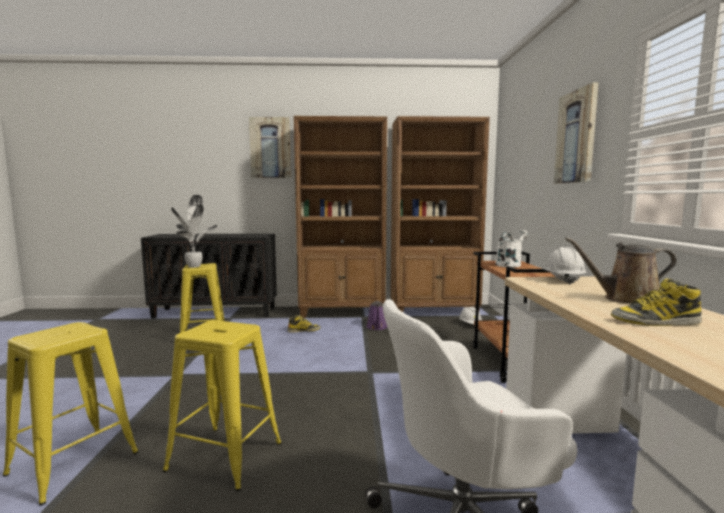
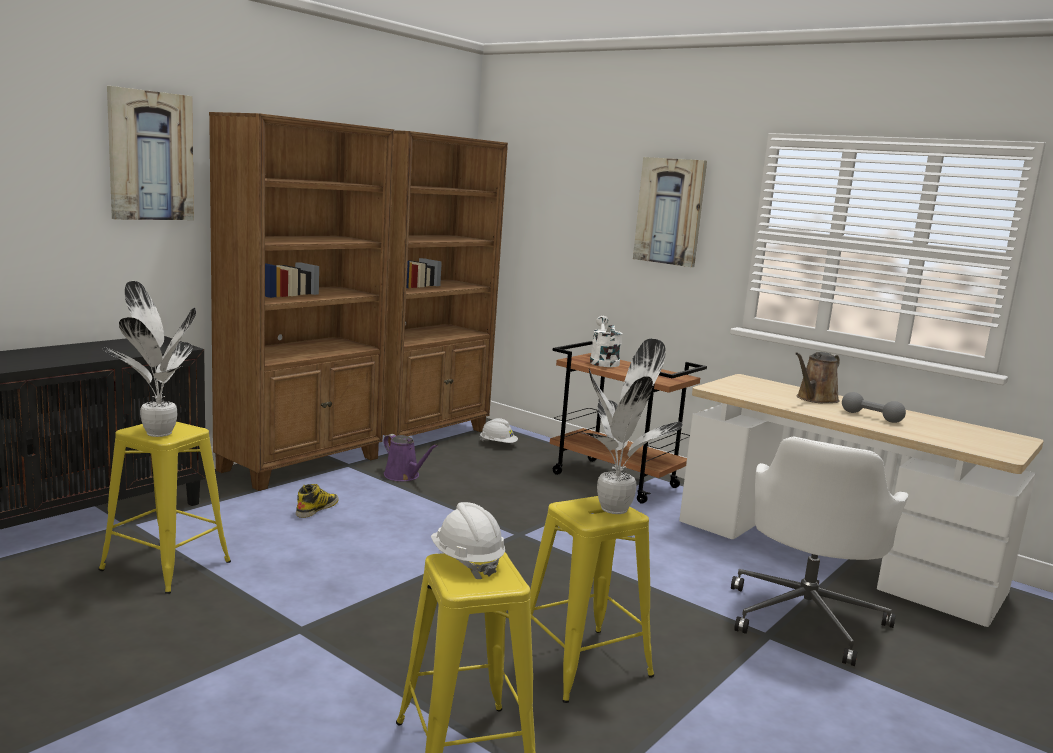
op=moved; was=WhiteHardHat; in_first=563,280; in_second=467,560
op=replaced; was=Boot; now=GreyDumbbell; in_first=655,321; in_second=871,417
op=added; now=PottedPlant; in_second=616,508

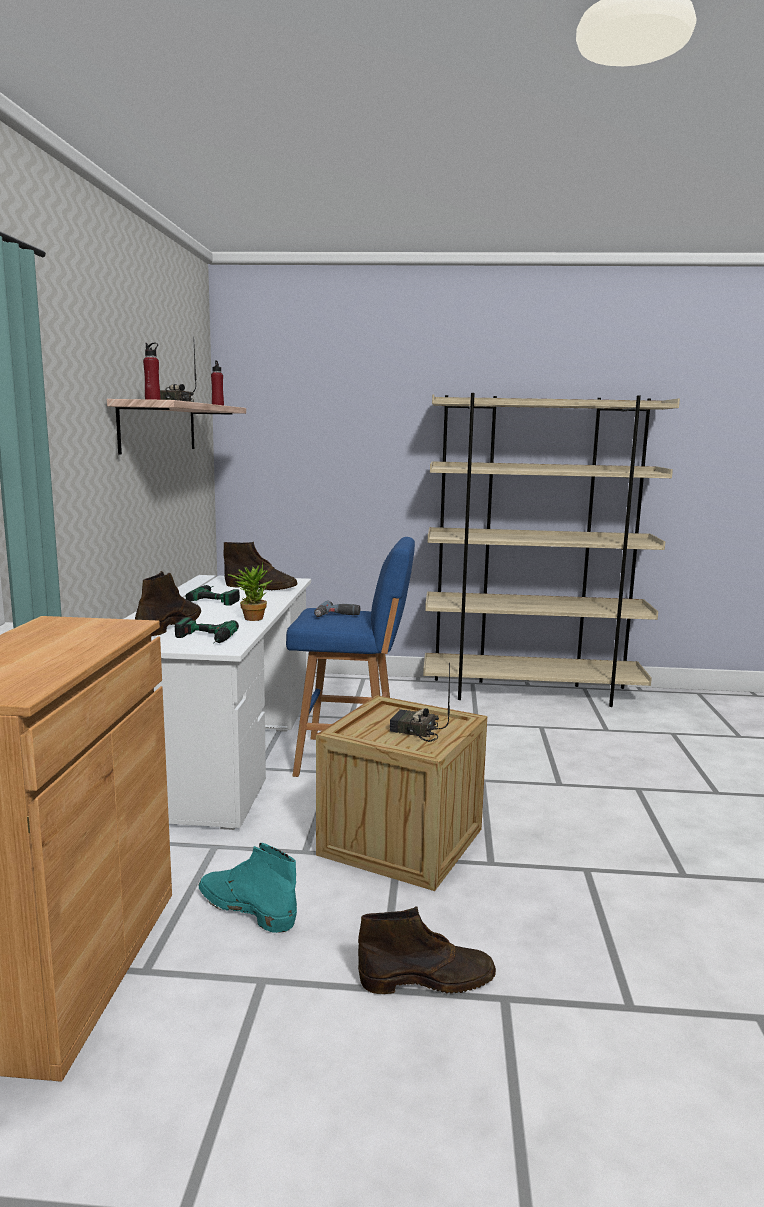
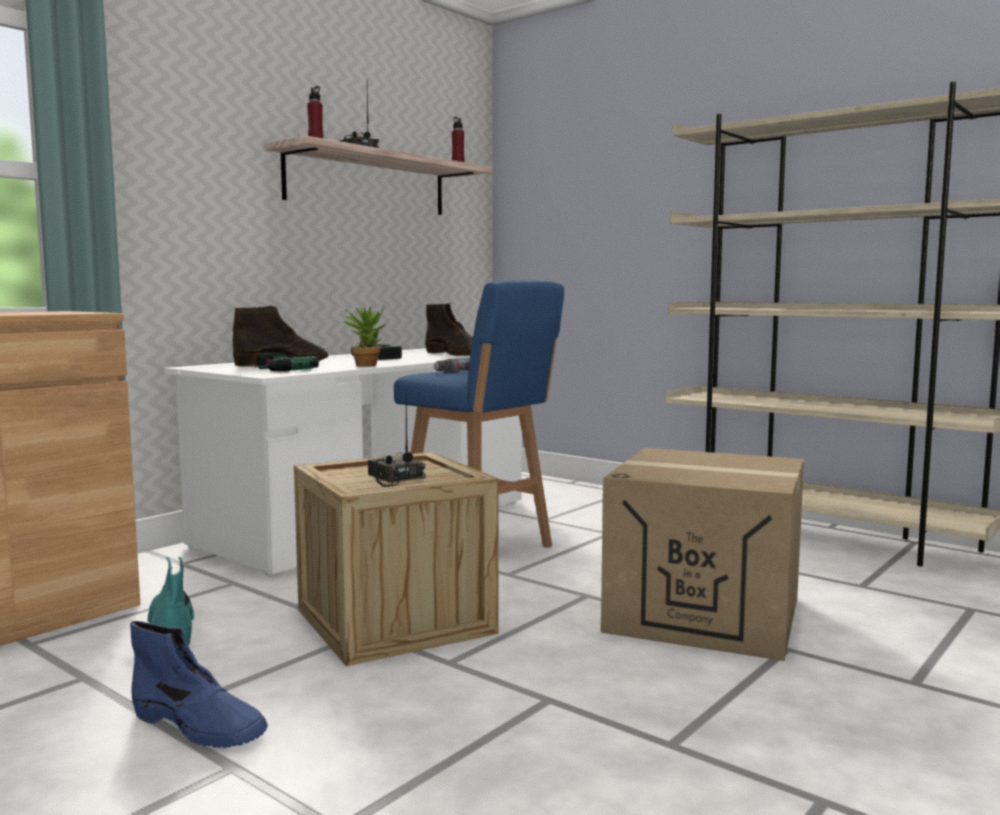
op=recoloured; was=BrownBoot; now=BlueBoot; in_first=428,980; in_second=199,726
op=added; now=CardboardBox; in_second=704,614

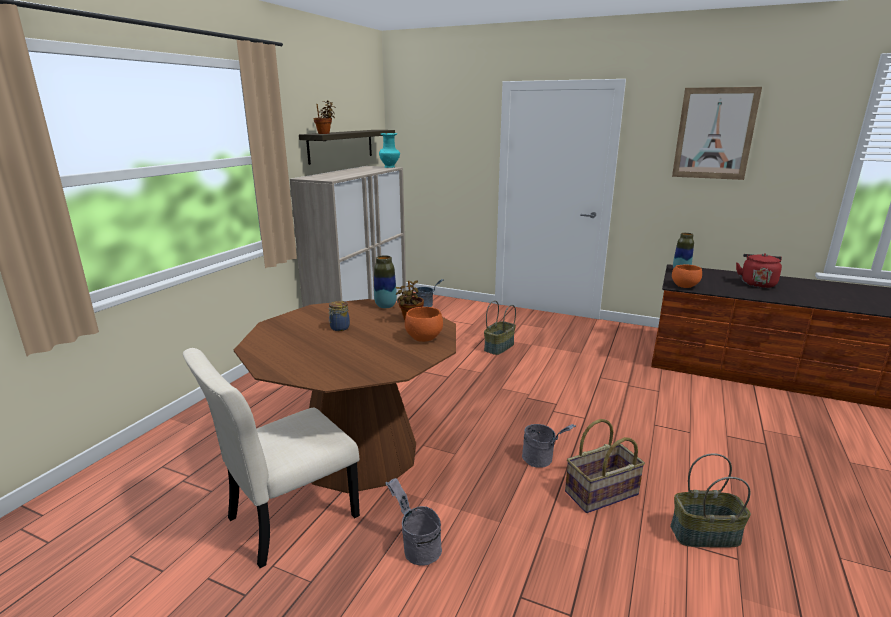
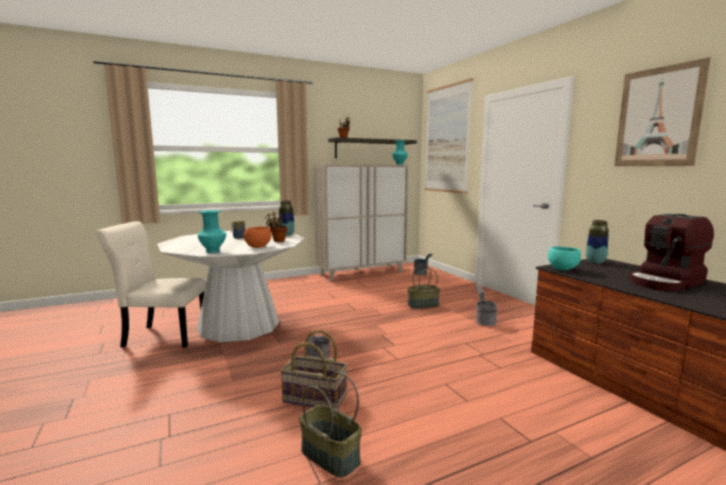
op=replaced; was=RedKettle; now=CoffeeMachine; in_first=757,283; in_second=666,282
op=recoloured; was=OrangeBowl; now=TurquoiseBowl; in_first=684,286; in_second=562,269
op=recoloured; was=BrownDiningTable; now=WhiteDiningTable; in_first=359,453; in_second=239,325
op=moved; was=GreyBucket; in_first=417,547; in_second=484,321
op=added; now=Picture; in_second=447,139
op=added; now=TurquoiseVase; in_second=213,251

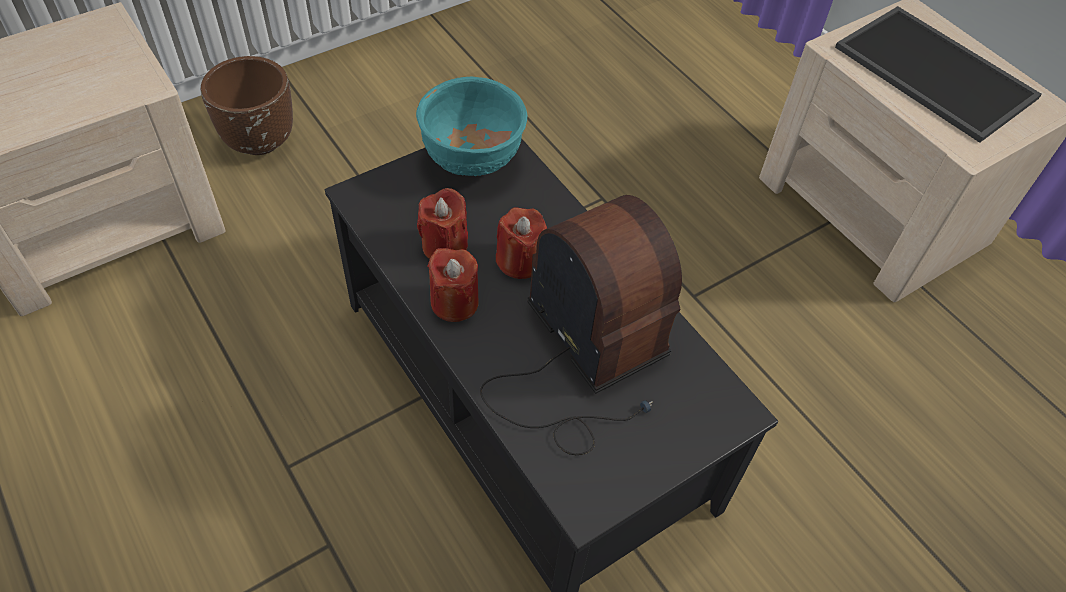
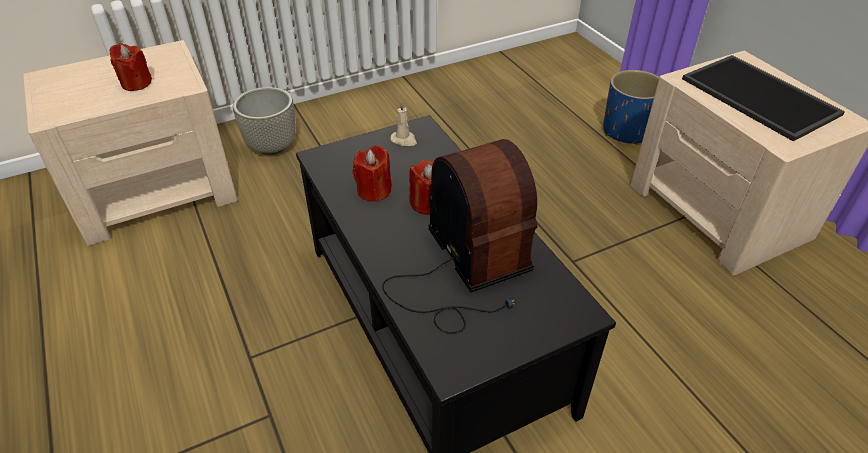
op=recoloured; was=BrownPlanter; now=GreyPlanter; in_first=259,141; in_second=272,146
op=replaced; was=TurquoiseBowl; now=BeigeCandle; in_first=473,160; in_second=404,140
op=moved; was=RedCandle; in_first=454,302; in_second=136,83
op=added; now=BluePlanter; in_second=627,131

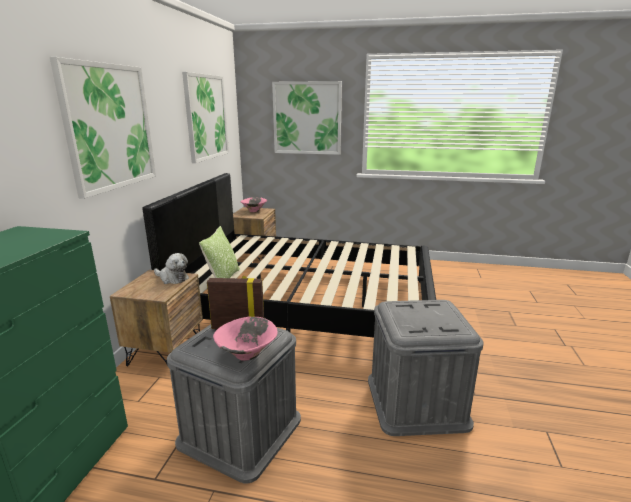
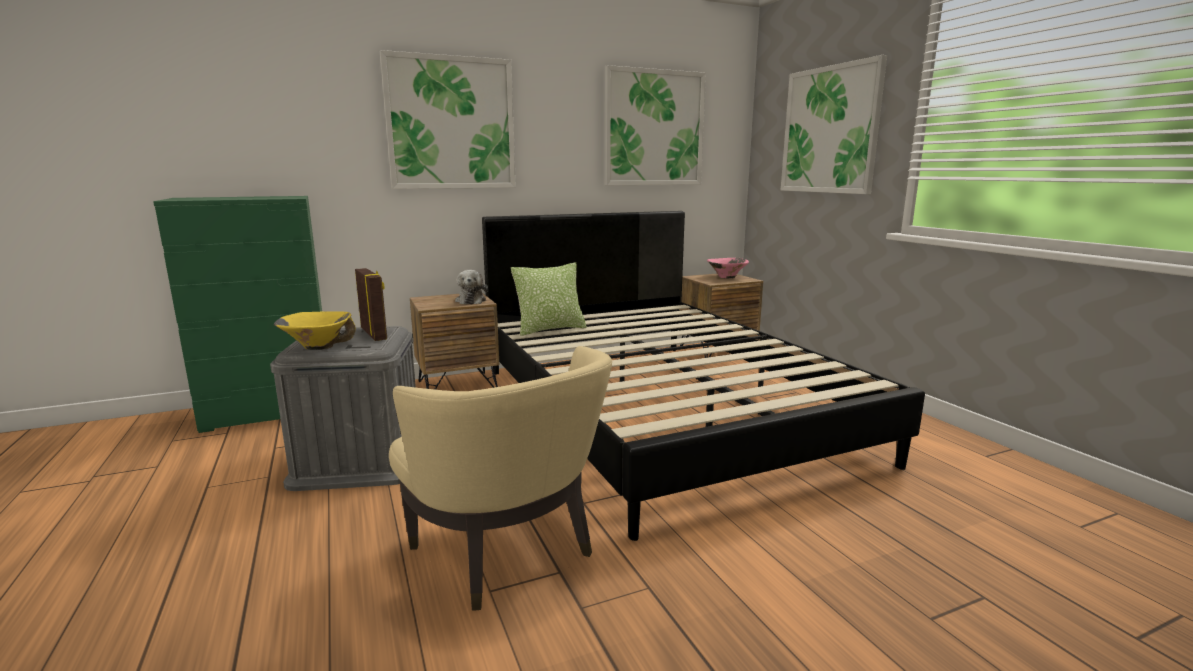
op=replaced; was=GreyStorageBox; now=BeigeArmchair; in_first=416,401; in_second=507,553
op=recoloured; was=PinkBowl; now=YellowBowl; in_first=246,355; in_second=318,347

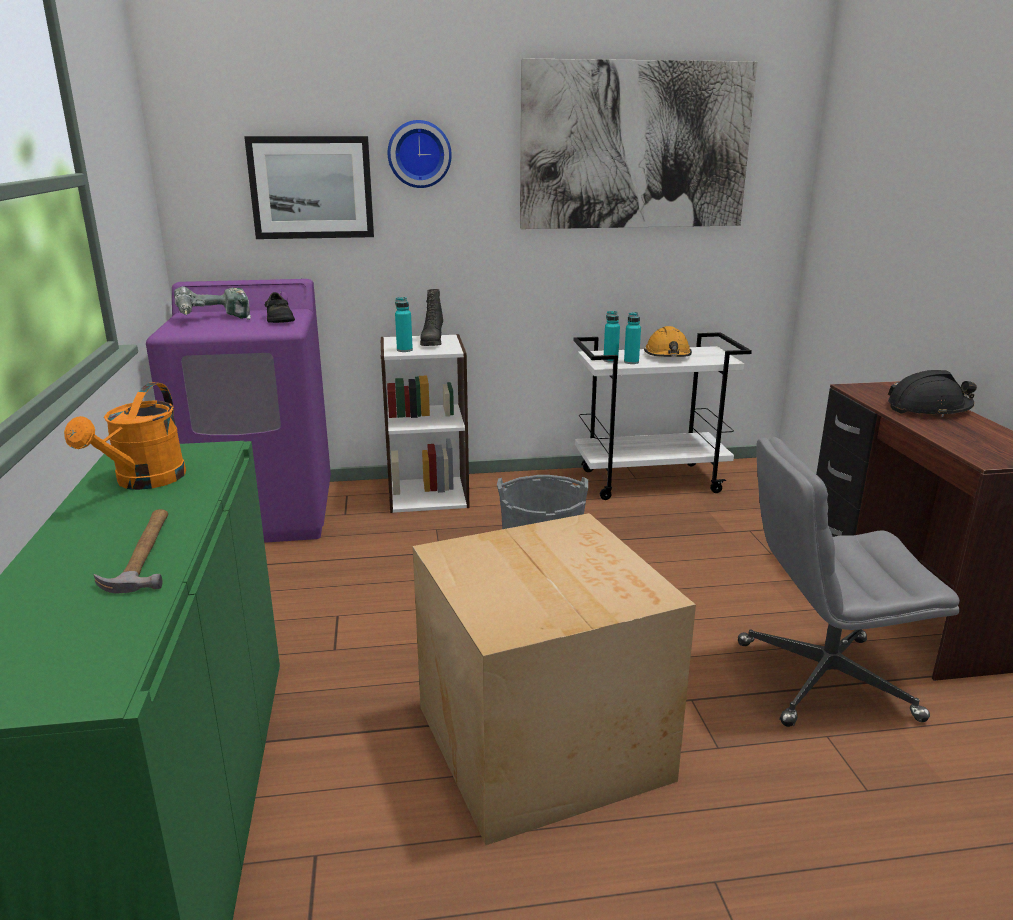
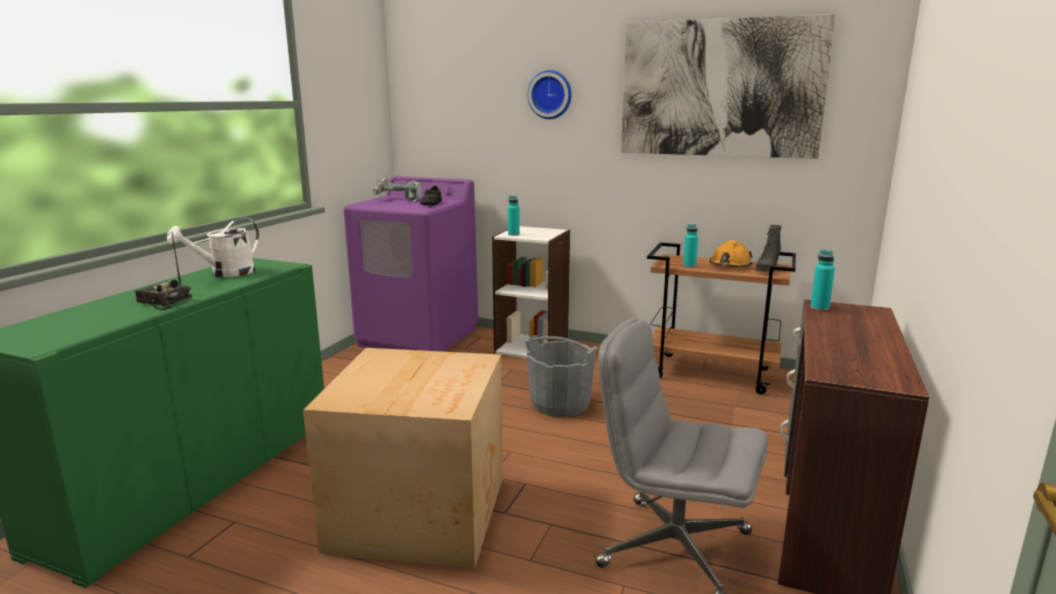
op=removed; was=Picture; in_first=311,187
op=moved; was=BlackBoot; in_first=432,342; in_second=767,269
op=moved; was=TurquoiseBottle; in_first=610,360; in_second=819,308
op=recoloured; was=WhiteCart; now=BrownCart; in_first=651,481; in_second=712,373
op=removed; was=BlackHardHat; in_first=928,409
op=recoloured; was=OrangeWateringCan; now=WhiteWateringCan; in_first=144,482; in_second=225,274
op=replaced; was=Hammer; now=Radio; in_first=144,553; in_second=163,302

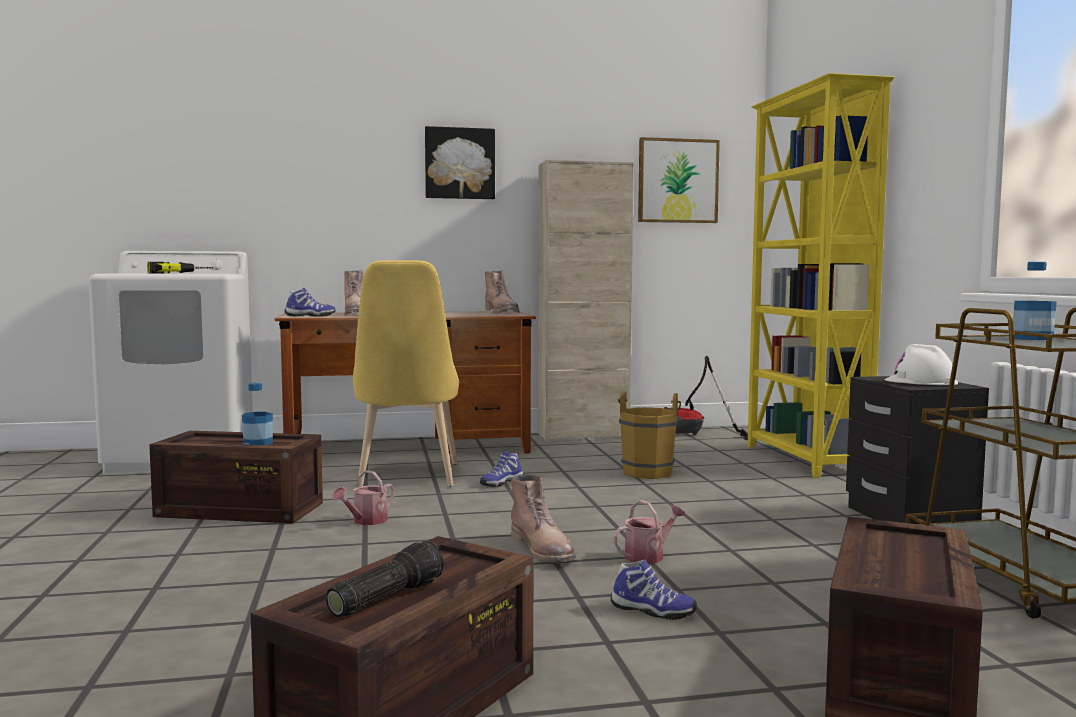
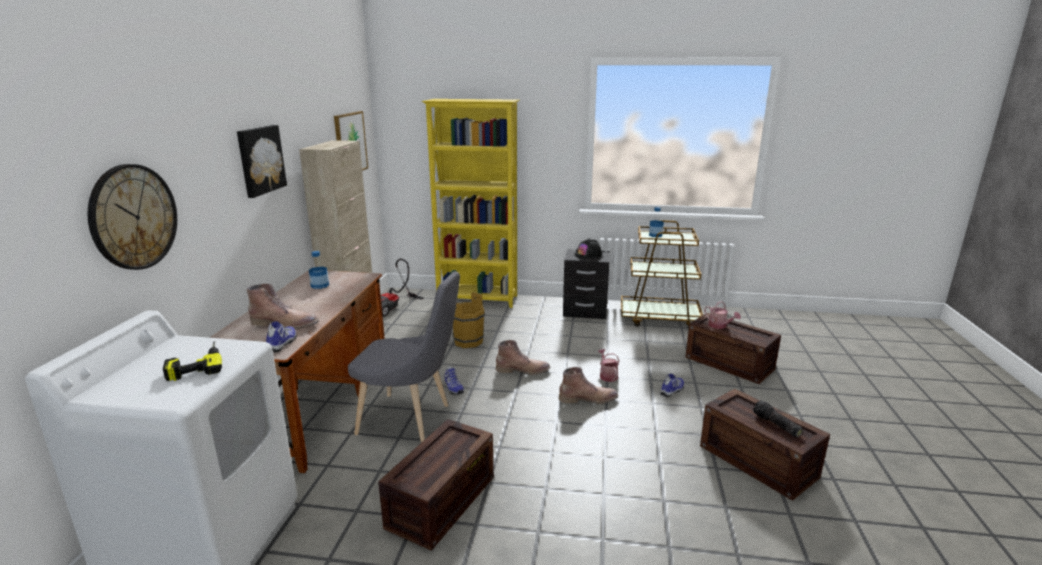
op=recoloured; was=YellowChair; now=GreyChair; in_first=406,478; in_second=410,420
op=moved; was=BrownBoot; in_first=502,313; in_second=523,370
op=recoloured; was=WhiteHardHat; now=BlackHardHat; in_first=921,381; in_second=588,254
op=moved; was=Bottle; in_first=258,443; in_second=320,285
op=moved; was=WateringCan; in_first=366,521; in_second=719,326
op=added; now=WallClock; in_second=133,217

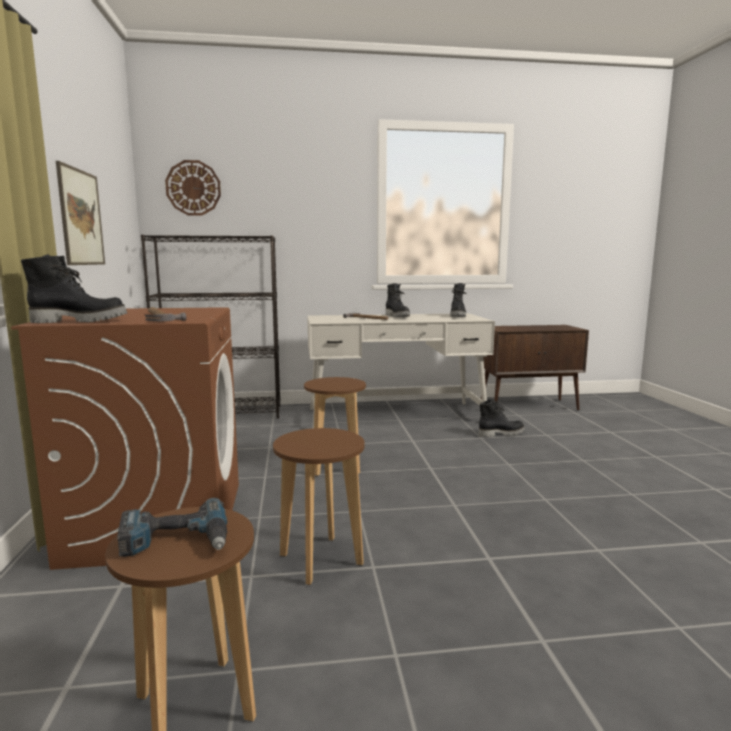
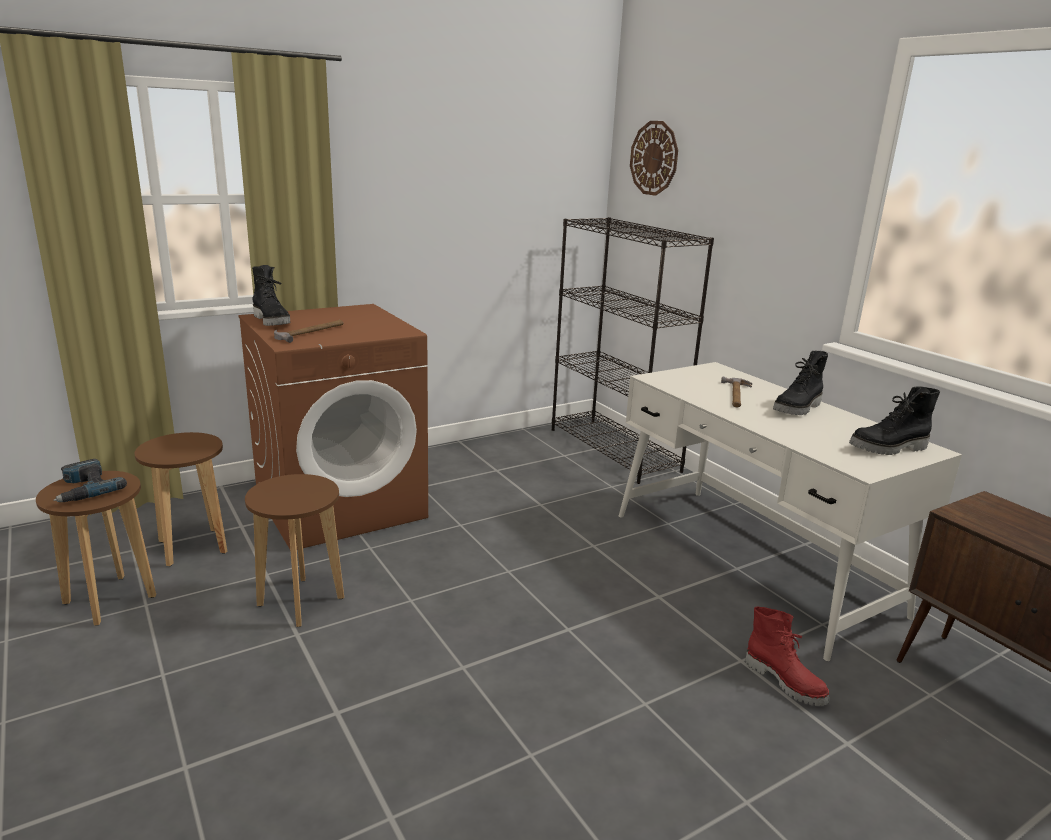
op=removed; was=Picture; in_first=81,217
op=moved; was=BrownStool; in_first=336,466; in_second=193,547
op=recoloured; was=BlackBoot; now=RedBoot; in_first=500,434; in_second=785,681

